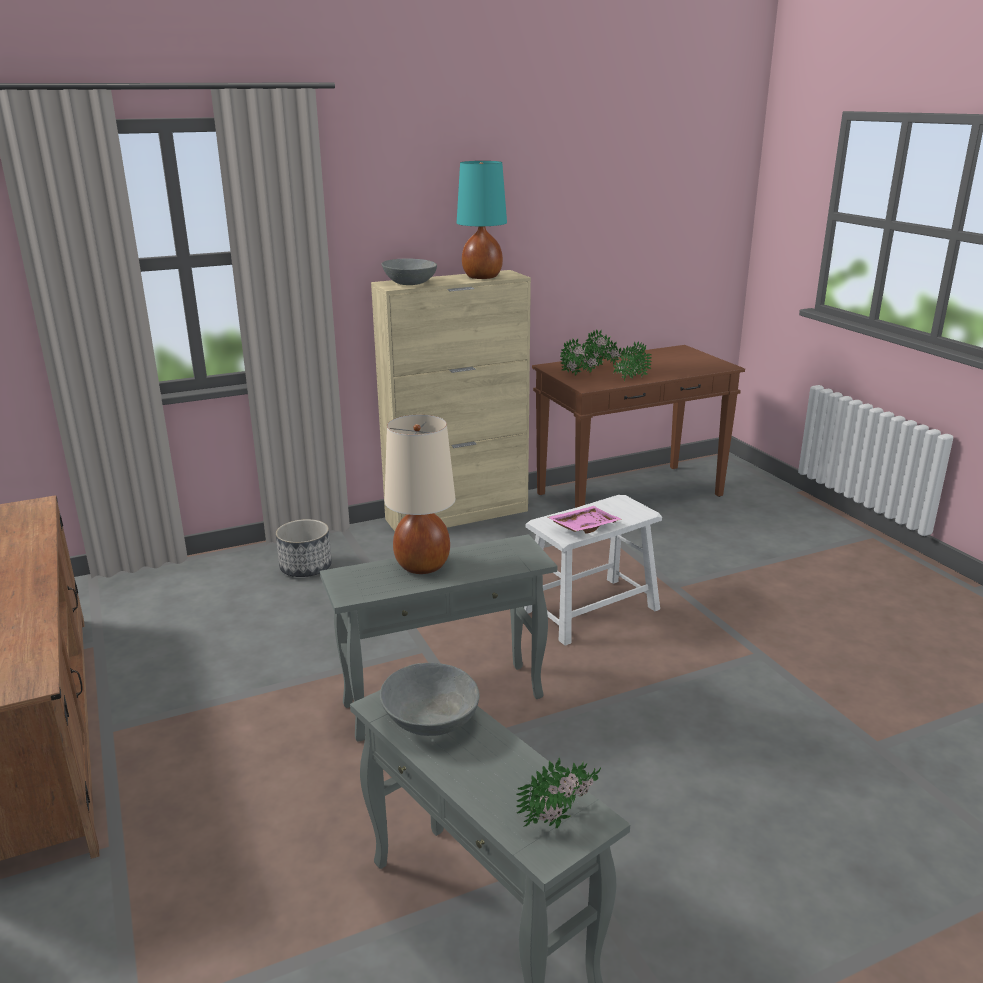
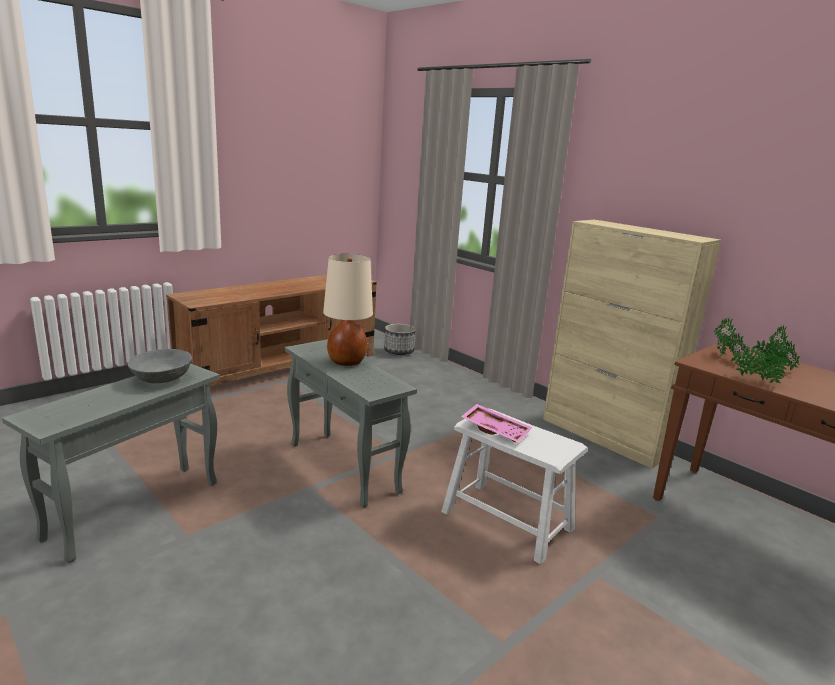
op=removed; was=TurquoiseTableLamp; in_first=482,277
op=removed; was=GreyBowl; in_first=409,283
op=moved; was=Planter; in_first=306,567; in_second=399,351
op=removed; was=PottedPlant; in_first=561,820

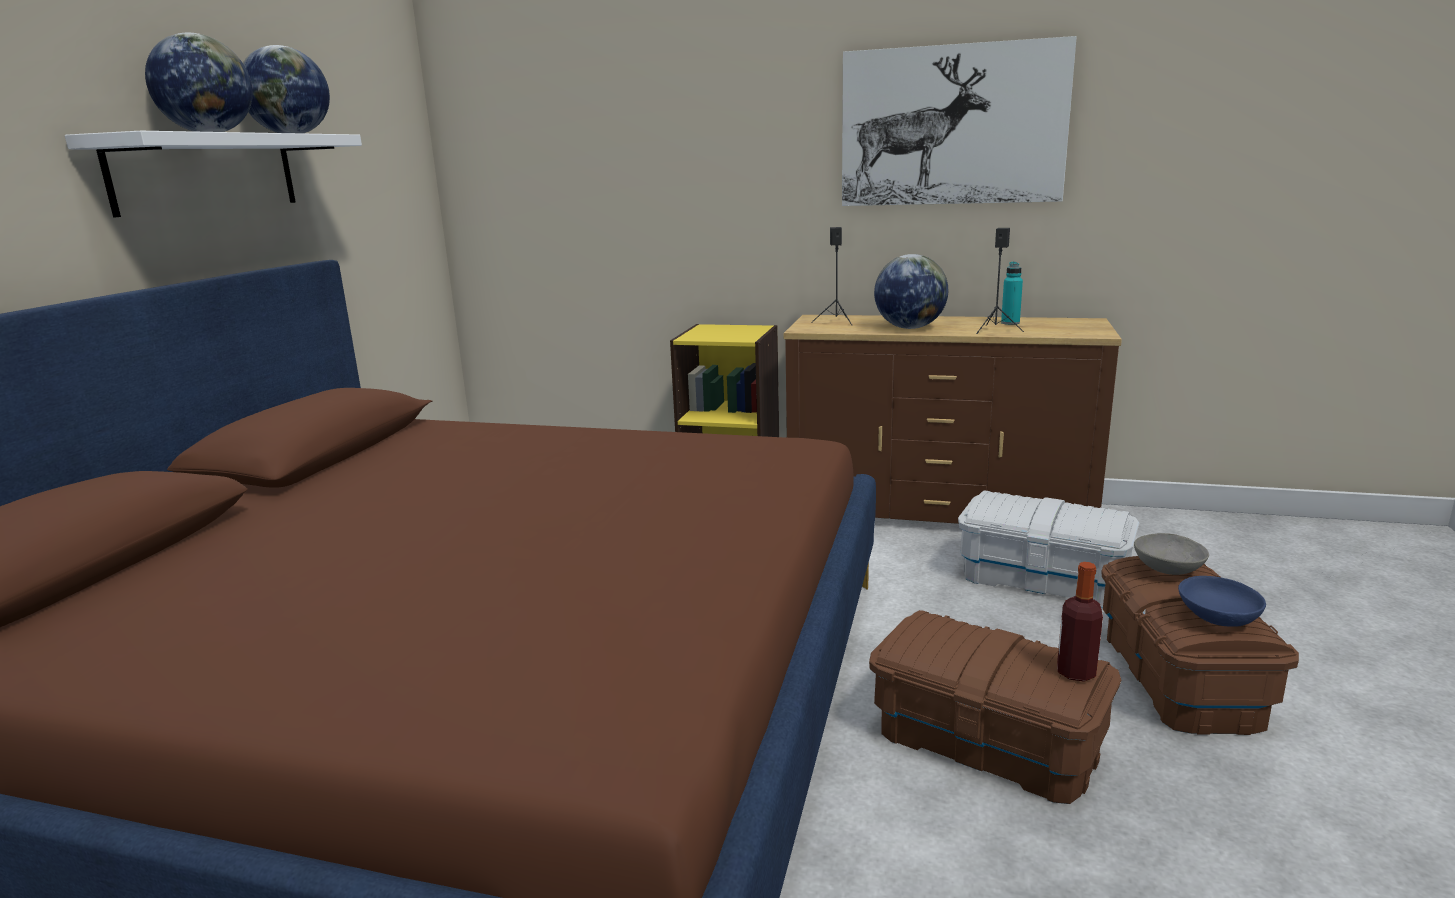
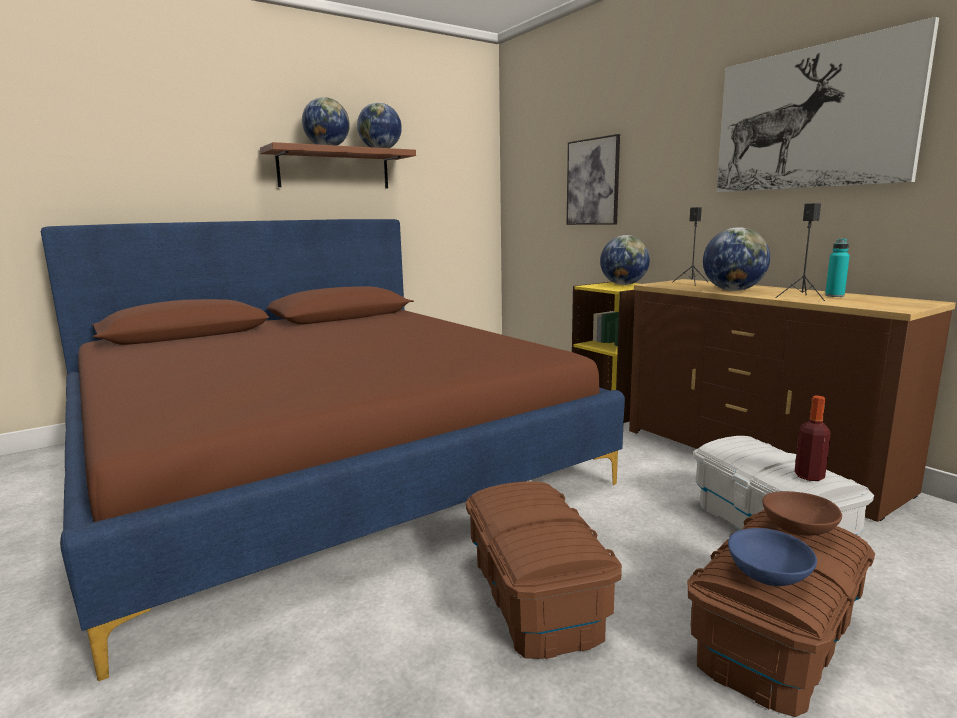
op=recoloured; was=WhiteShelf; now=BrownShelf; in_first=206,173; in_second=334,169
op=recoloured; was=GreyBowl; now=BrownBowl; in_first=1167,569; in_second=797,529
op=moved; was=Bottle; in_first=1075,672; in_second=809,476
op=added; now=Picture; in_second=593,182
op=added; now=Globe; in_second=624,284

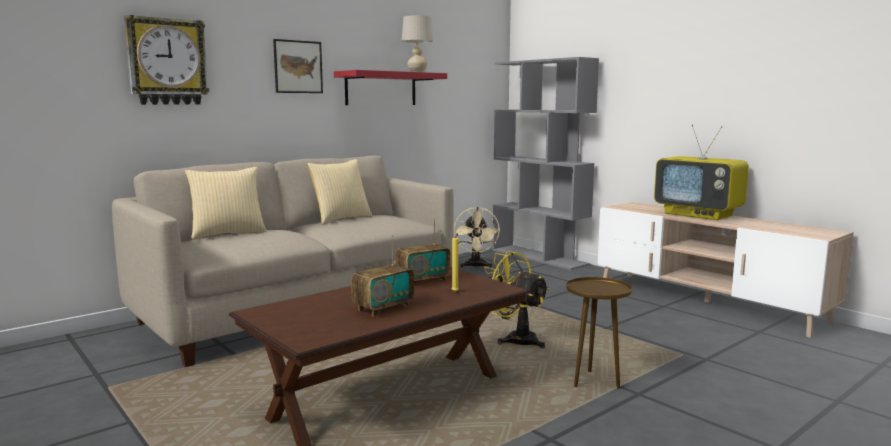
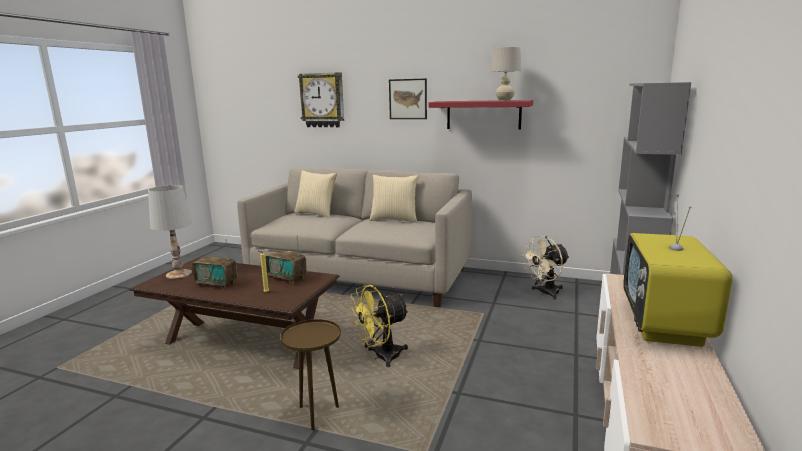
op=turned; was=YellowFan; in_first=515,339; in_second=381,357; clockwise=-135
op=added; now=WhiteTableLamp; in_second=179,274

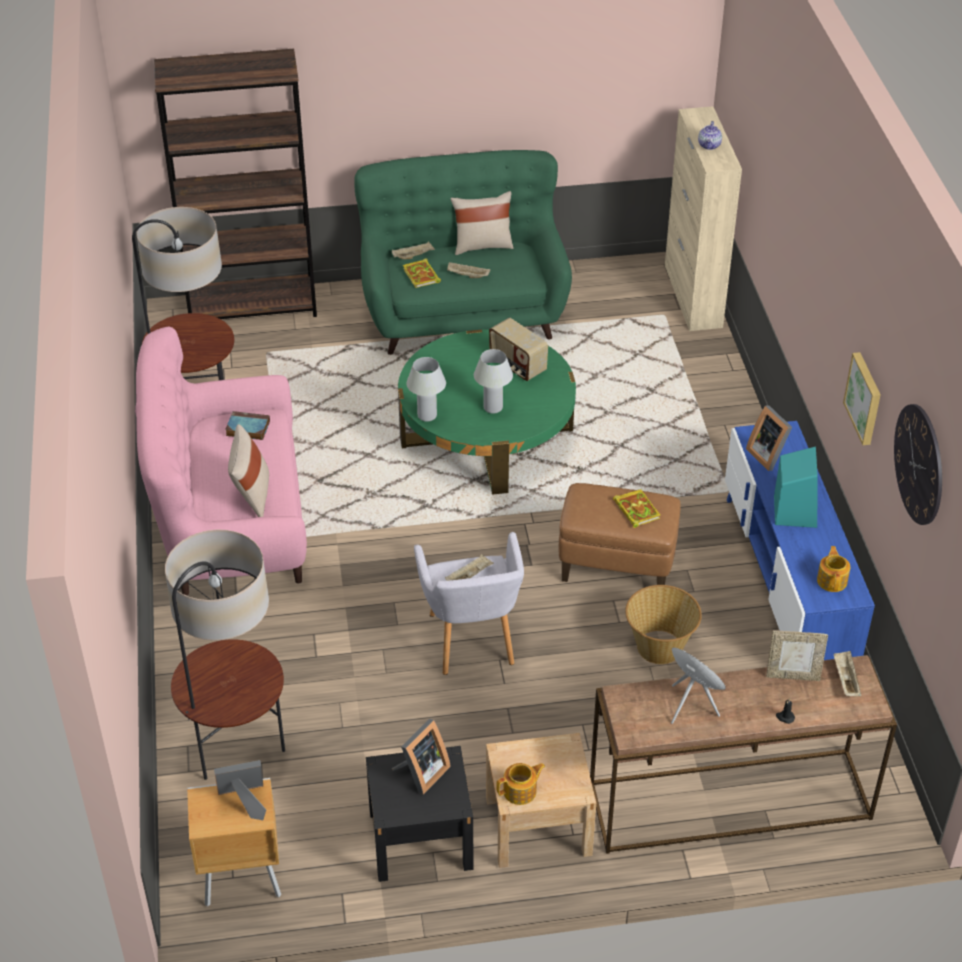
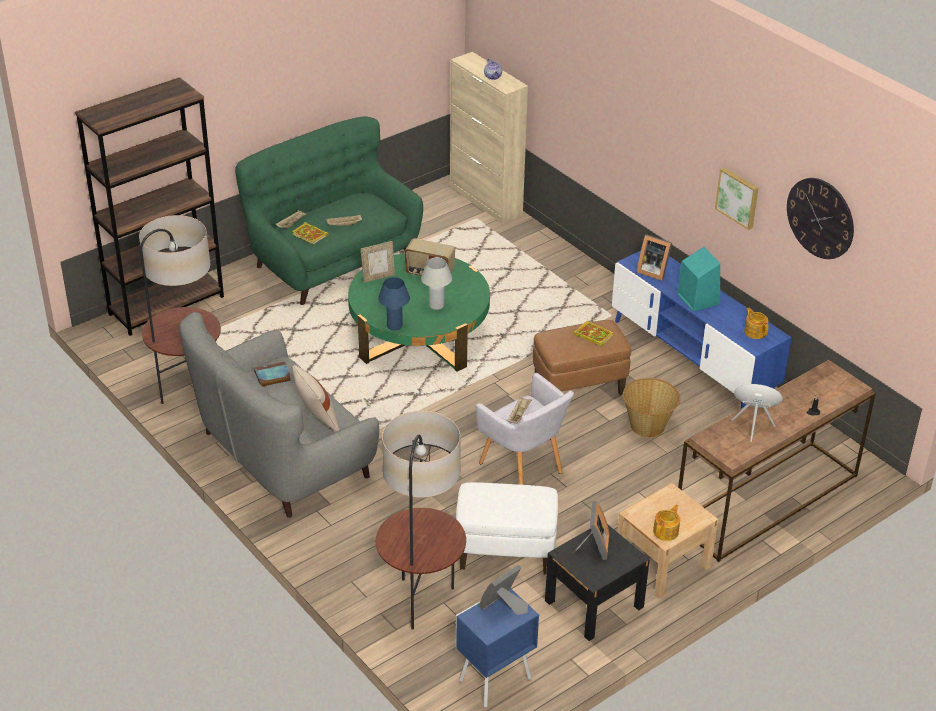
op=removed; was=BeigePillow; in_first=482,245
op=recoloured; was=PinkSofa; now=GreySofa; in_first=231,522; in_second=282,456
op=recoloured; was=WhiteTableLamp; now=BlueTableLamp; in_first=427,415; in_second=394,326
op=moved; was=PictureFrame; in_first=793,675; in_second=378,277
op=removed; was=BeigeTray; in_first=845,680
op=recoloured; was=BrownNightstand; now=BlueNightstand; in_first=240,878; in_second=493,680
op=added; now=WhiteOttoman; in_second=505,553

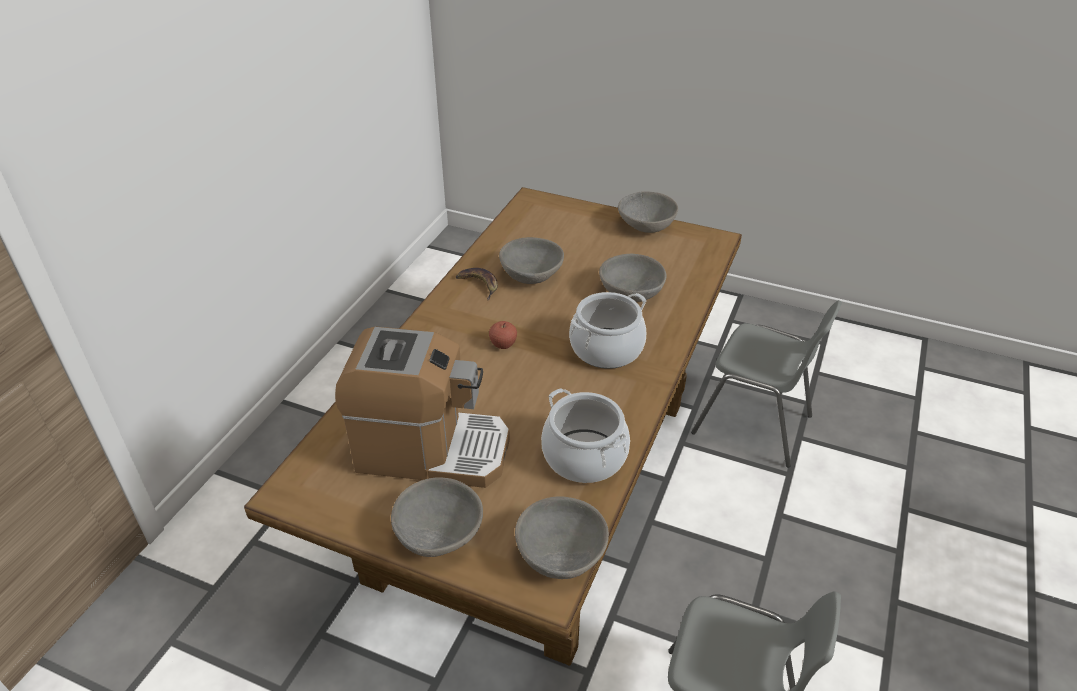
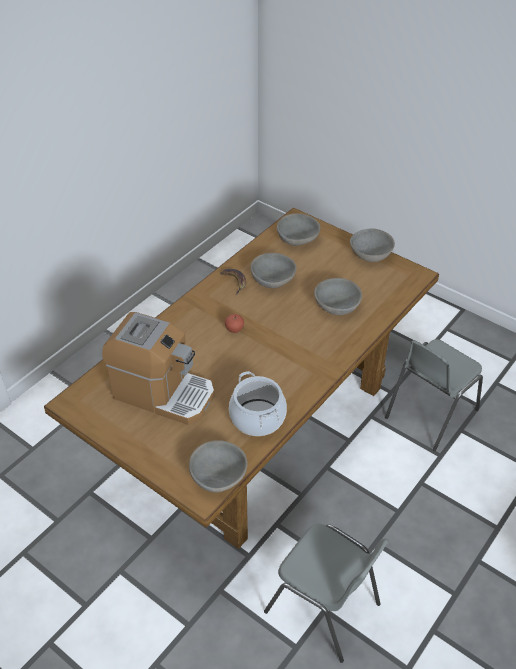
op=removed; was=CookingPot; in_first=607,349
op=turned; was=GreyChair; in_first=753,425; in_second=429,413; clockwise=90
op=moved; was=GreyBowl; in_first=438,535; in_second=297,240

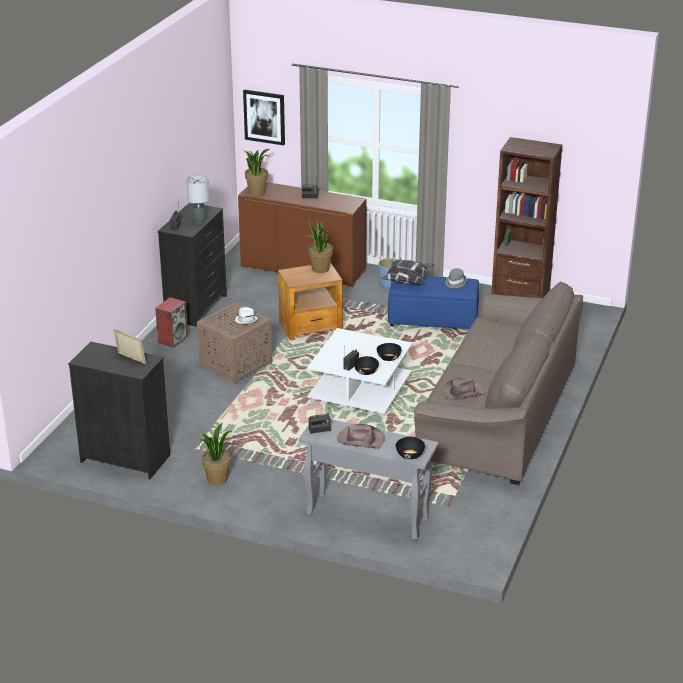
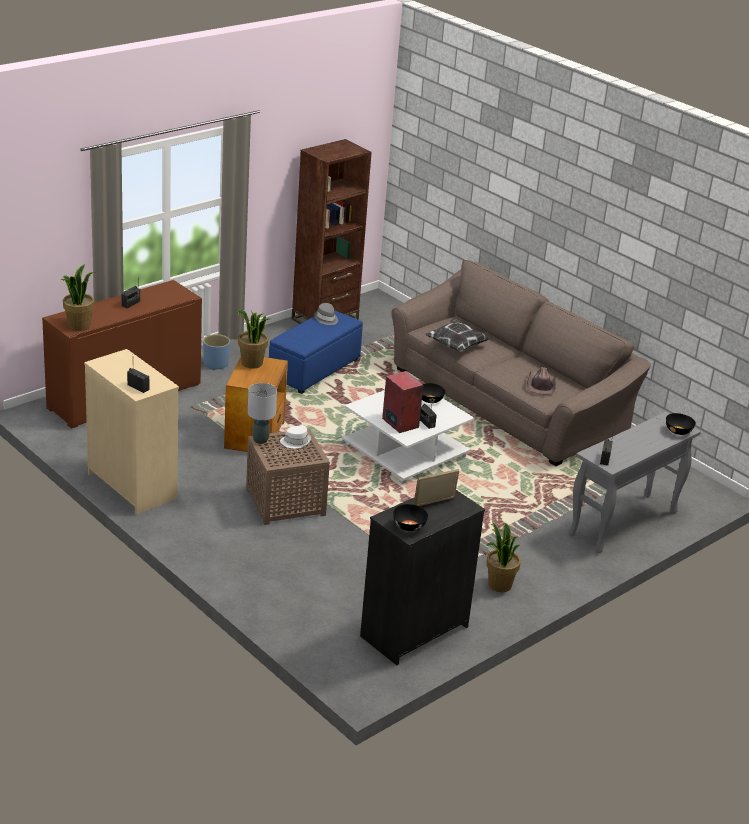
op=removed; was=Picture; in_first=264,117
op=moved; was=GreyTableLamp; in_first=199,221; in_second=260,440
op=recoloured; was=BlackDresser; now=BeigeDresser; in_first=196,308; in_second=133,486
op=moved; was=Pillow; in_first=408,280; in_second=456,345
op=moved; was=Speaker; in_first=173,339; in_second=399,423
op=moved; was=BlackBowl; in_first=366,371; in_second=408,526
op=removed; was=BrownHat; in_first=360,439

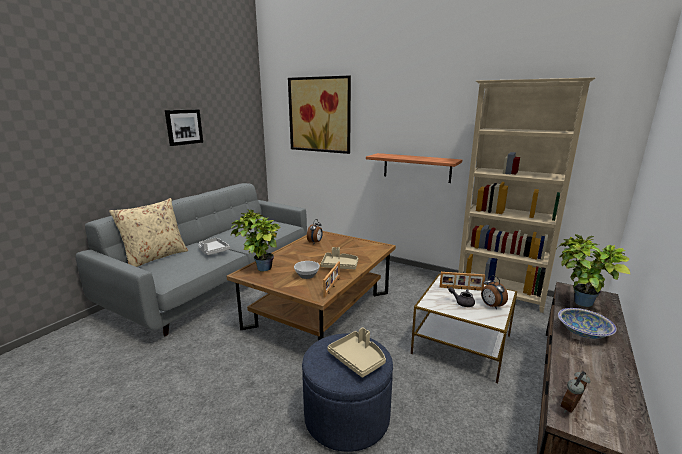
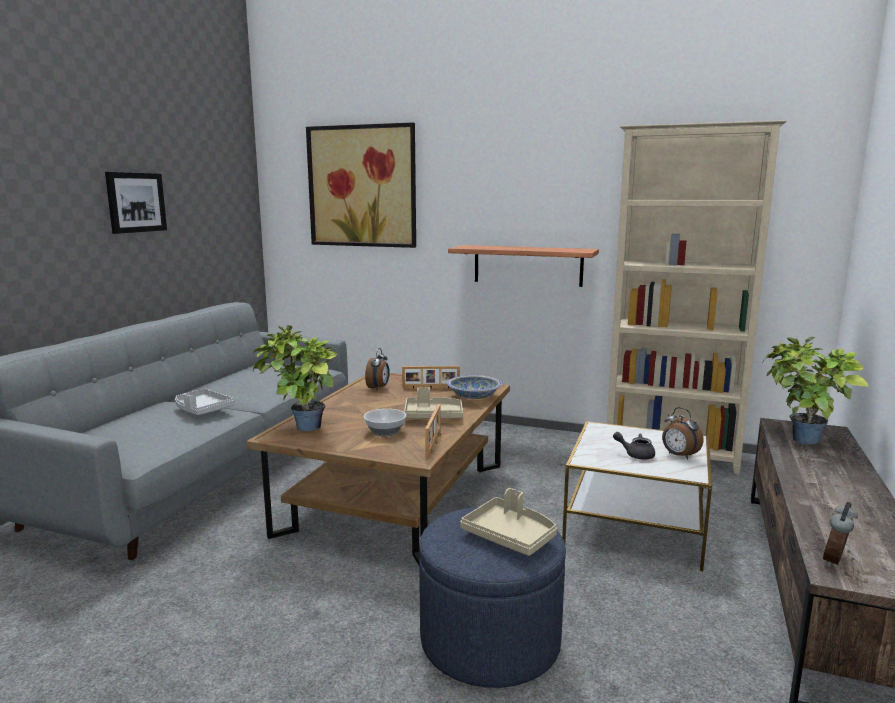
op=removed; was=BeigePillow; in_first=155,257
op=moved; was=PictureFrame; in_first=461,289; in_second=431,388
op=moved; was=Bowl; in_first=583,332; in_second=474,396

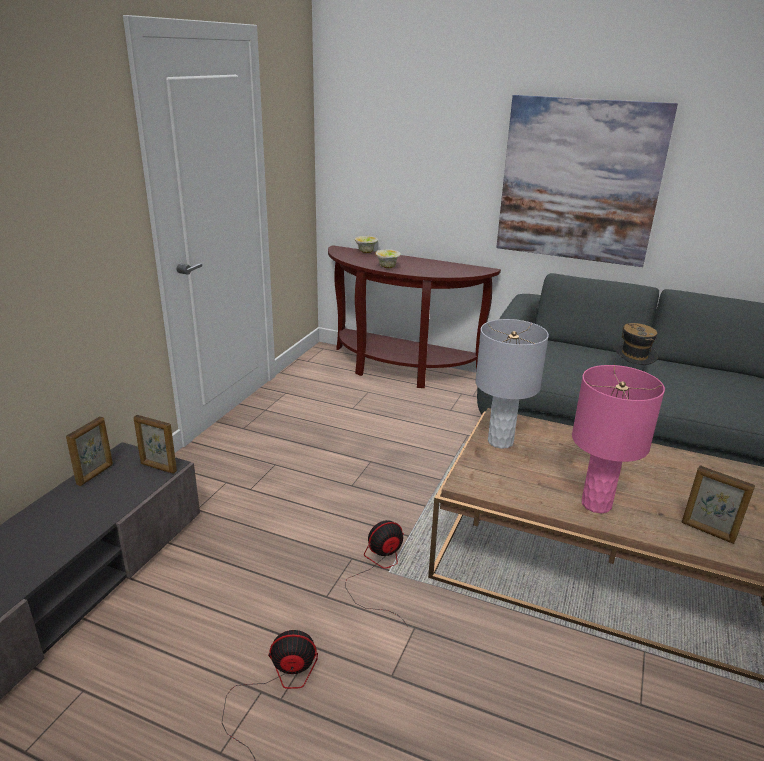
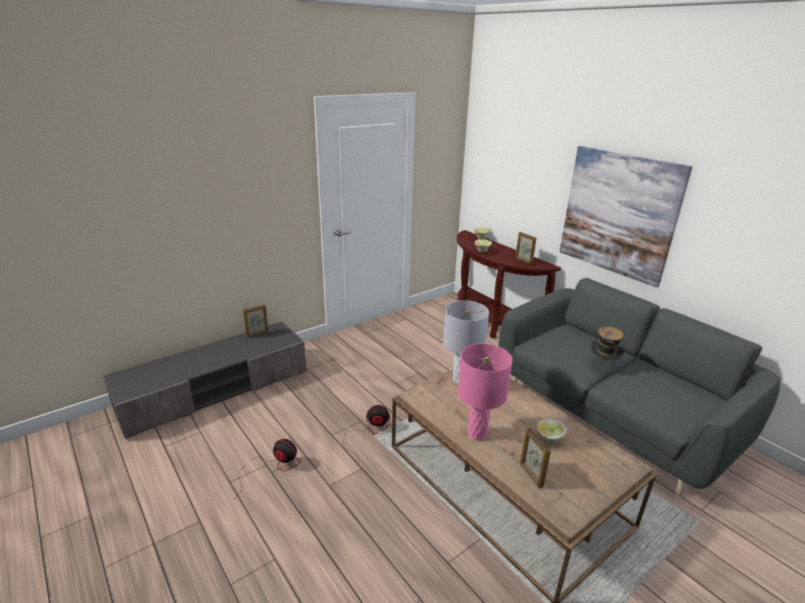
op=moved; was=PictureFrame; in_first=158,468; in_second=523,261
op=added; now=Bowl; in_second=549,440

